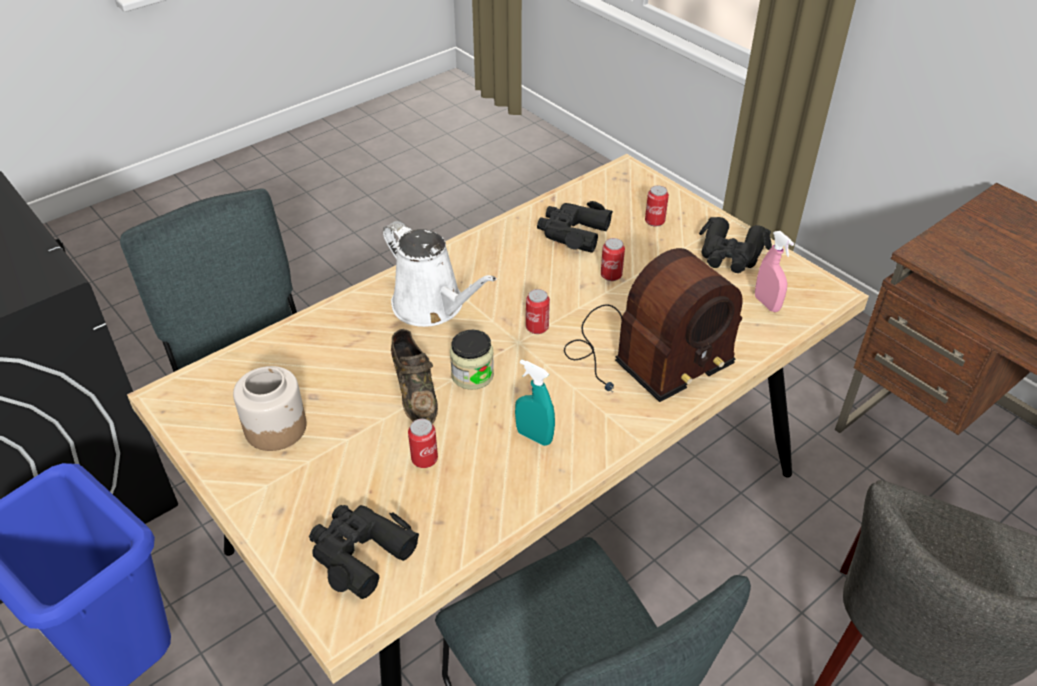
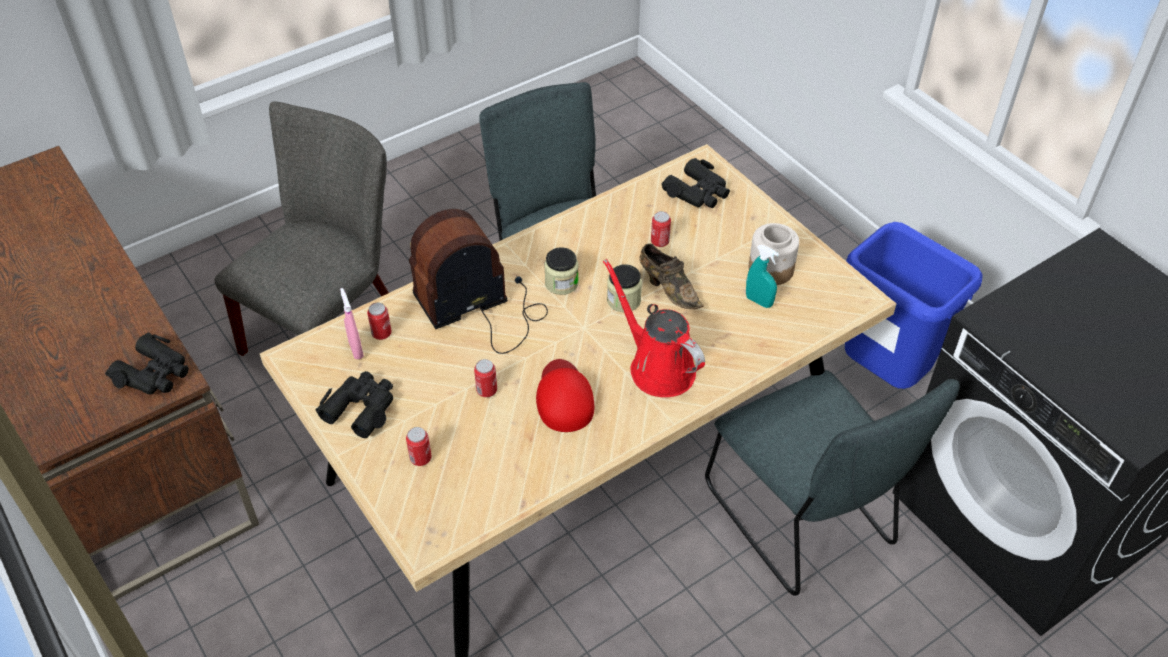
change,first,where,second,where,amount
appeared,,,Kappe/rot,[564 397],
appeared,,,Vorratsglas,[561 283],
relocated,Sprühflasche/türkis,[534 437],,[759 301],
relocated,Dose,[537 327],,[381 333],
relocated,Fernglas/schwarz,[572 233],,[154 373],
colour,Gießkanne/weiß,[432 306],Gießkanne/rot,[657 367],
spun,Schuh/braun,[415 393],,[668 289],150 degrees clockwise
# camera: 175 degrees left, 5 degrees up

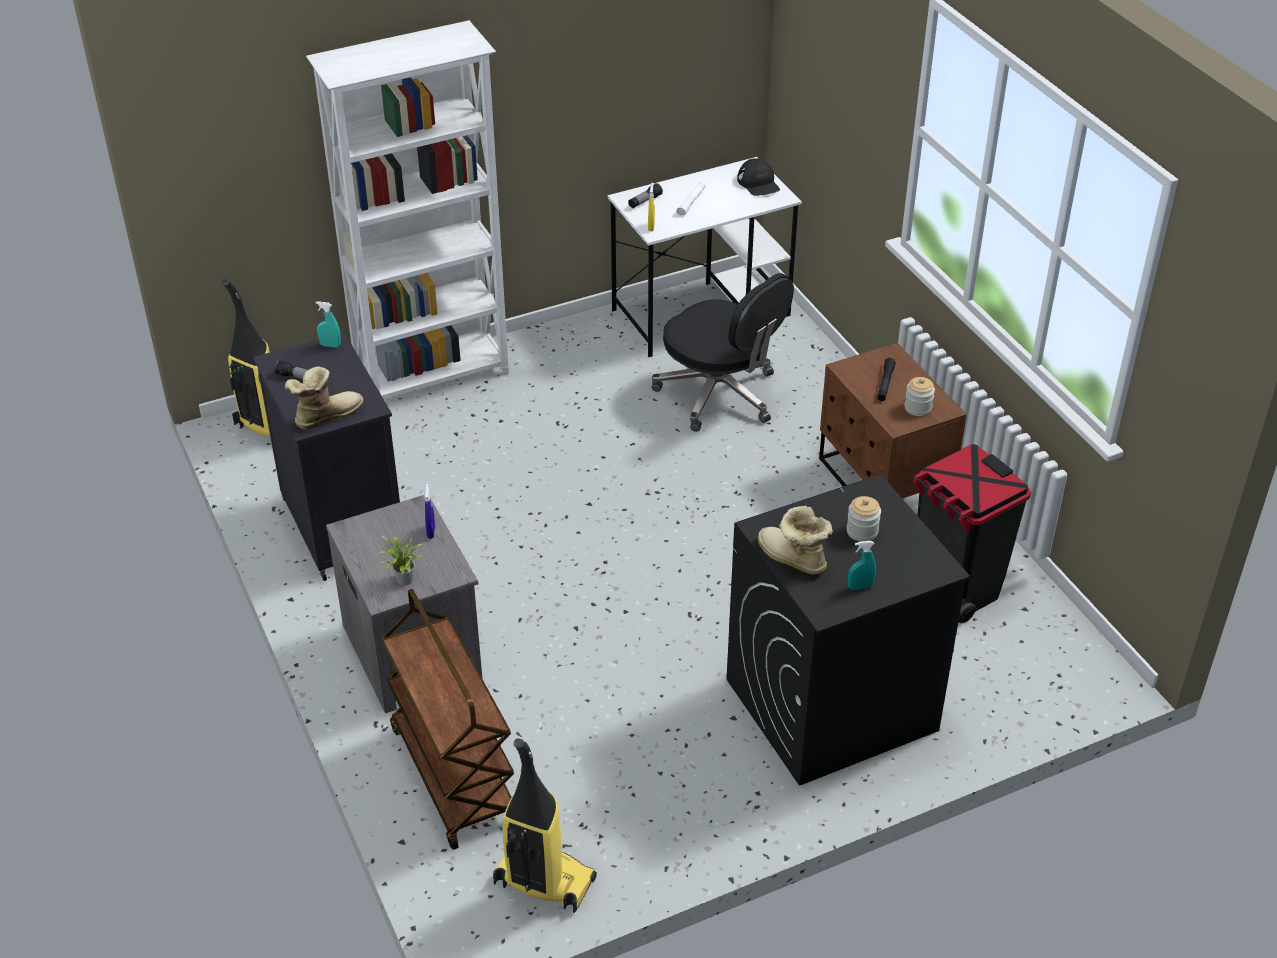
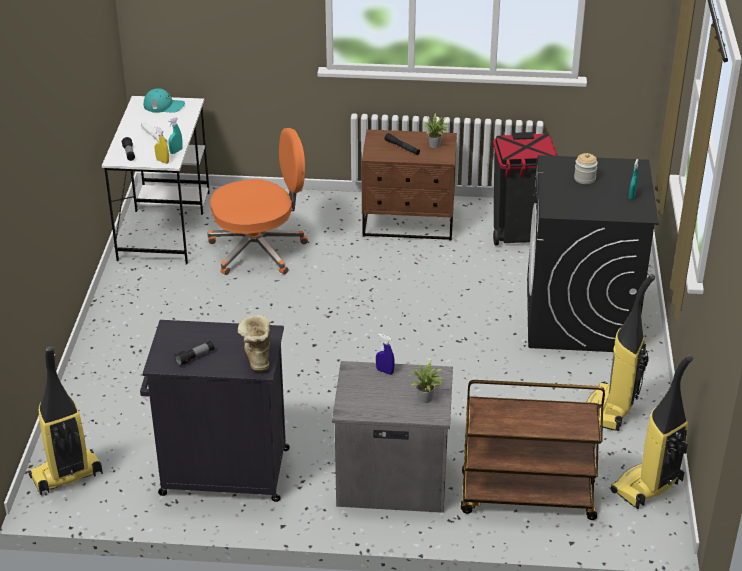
change,first,where,second,where,amount
missing,Bücherregal/weiß,[434 377],,,
missing,Stiefel,[792 559],,,
appeared,,,Staubsauger,[610 410],
relocated,Sprühflasche/türkis,[330 345],,[176 151],
exchanged,Vorratsglas,[918 408],Topfpflanze,[435 145],
colour,Bürostuhl/schwarz,[720 395],Bürostuhl/orange,[259 250],
colour,Kappe/schwarz,[758 183],Kappe/türkis,[164 105],
# camera: 60 degrees left, 5 degrees down

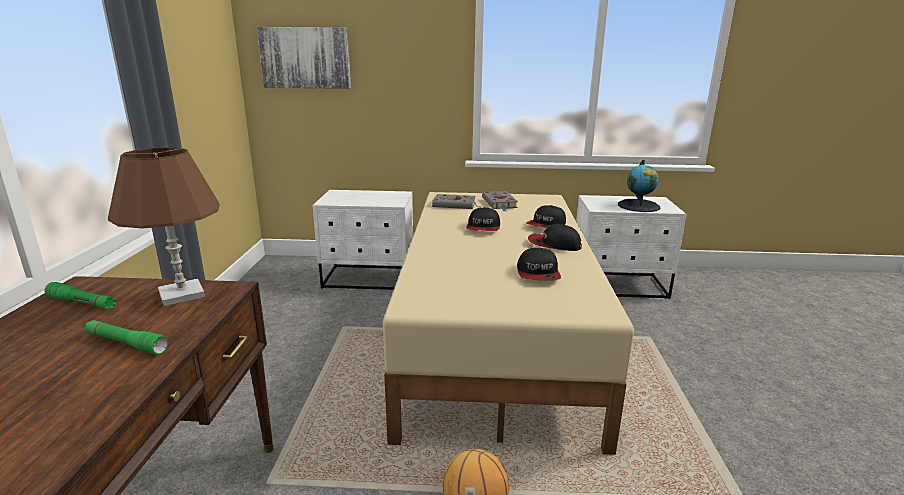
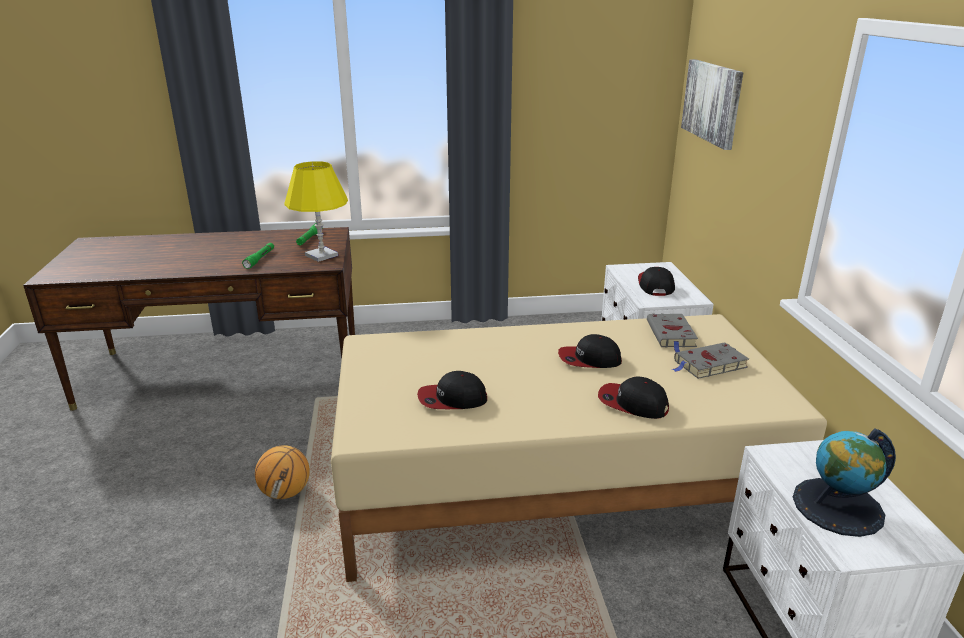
change,first,where,second,where,amount
relocated,Kappe,[554 244],,[655 285],
colour,Tischlampe/braun,[182 294],Tischlampe/gelb,[322 255],
# camera: 80 degrees right, 5 degrees up

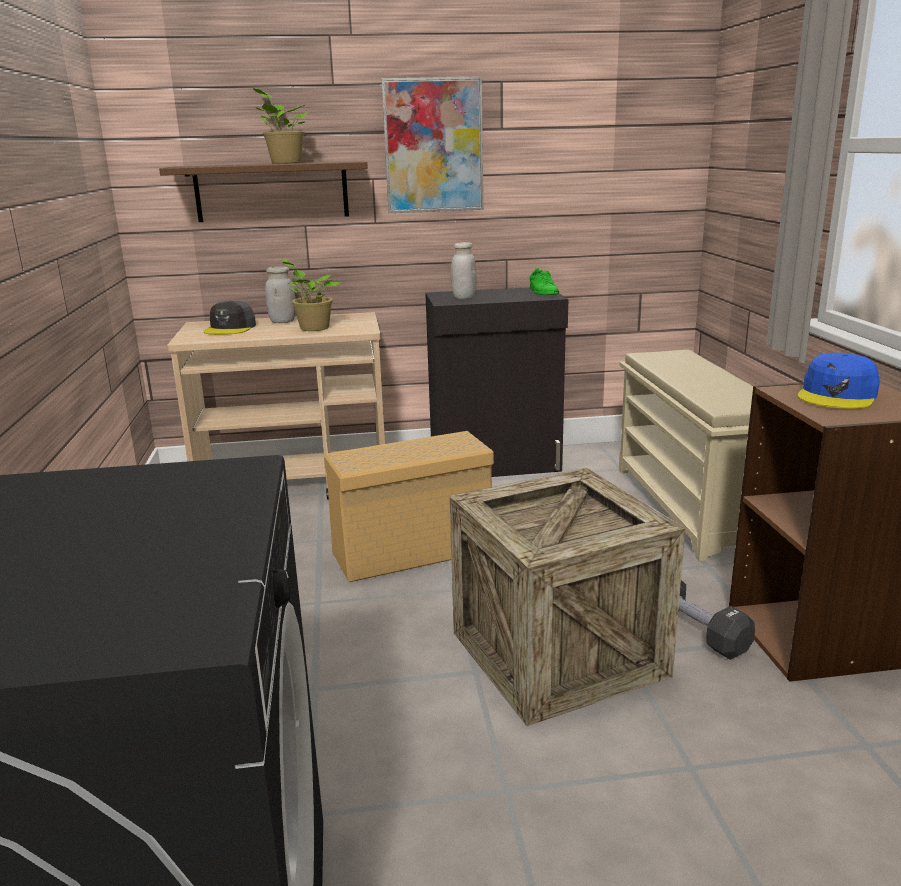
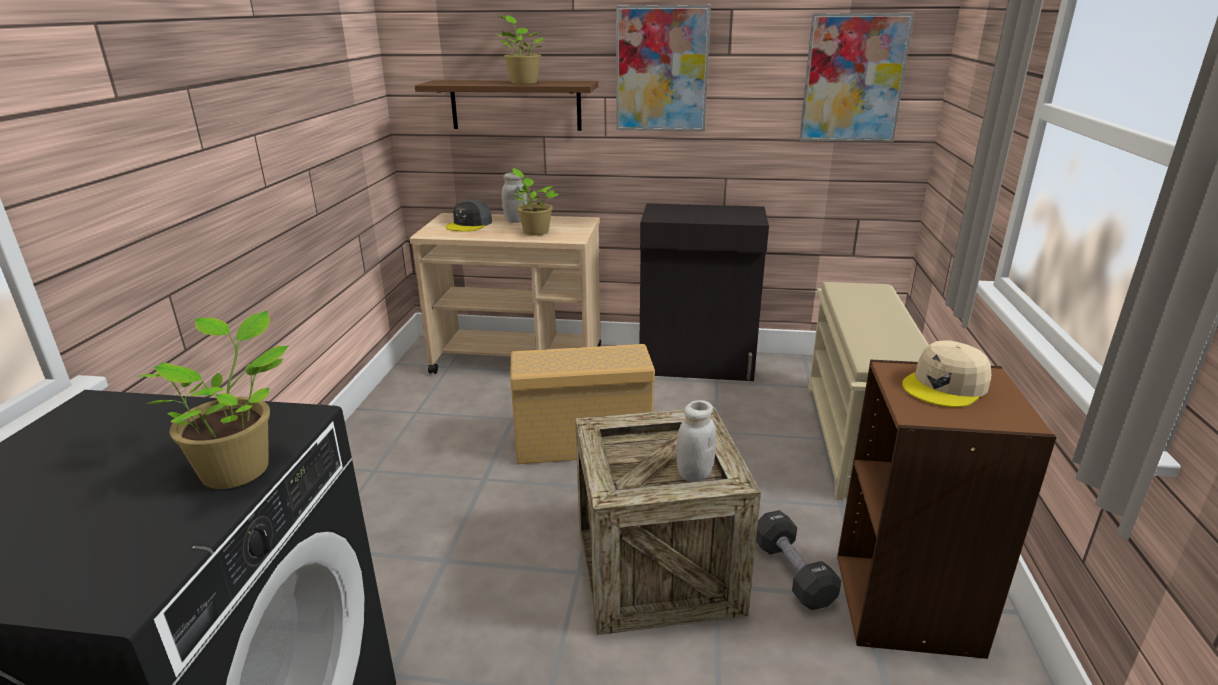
change,first,where,second,where,amount
missing,Schuh/grün,[543 292],,,
appeared,,,Topfpflanze,[240 468],
appeared,,,Bild,[853 79],
relocated,Vorratsglas/weiß,[463 297],,[694 474],
colour,Kappe/blau,[837 395],Kappe/beige,[945 386],
# camera: 15 degrees right, 5 degrees up

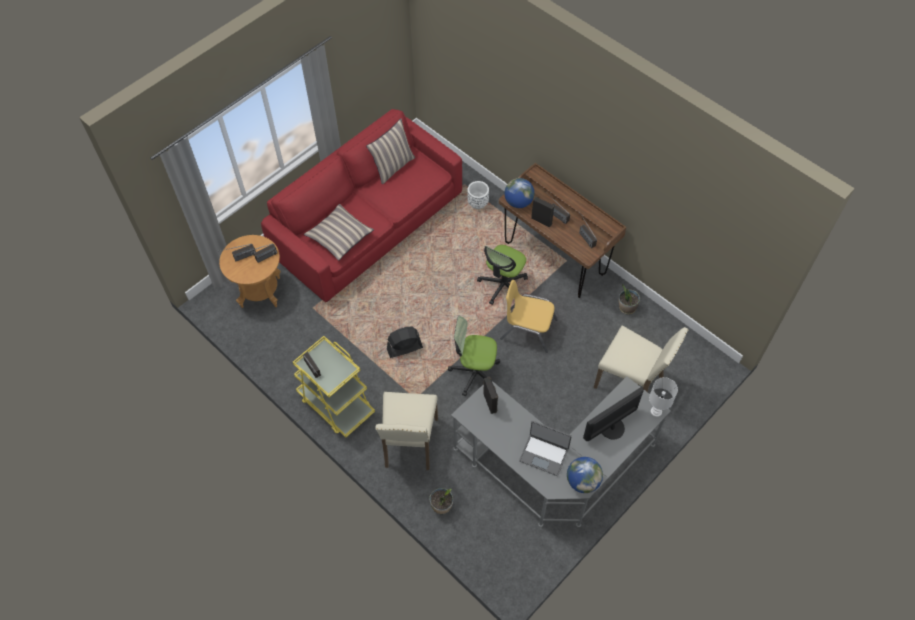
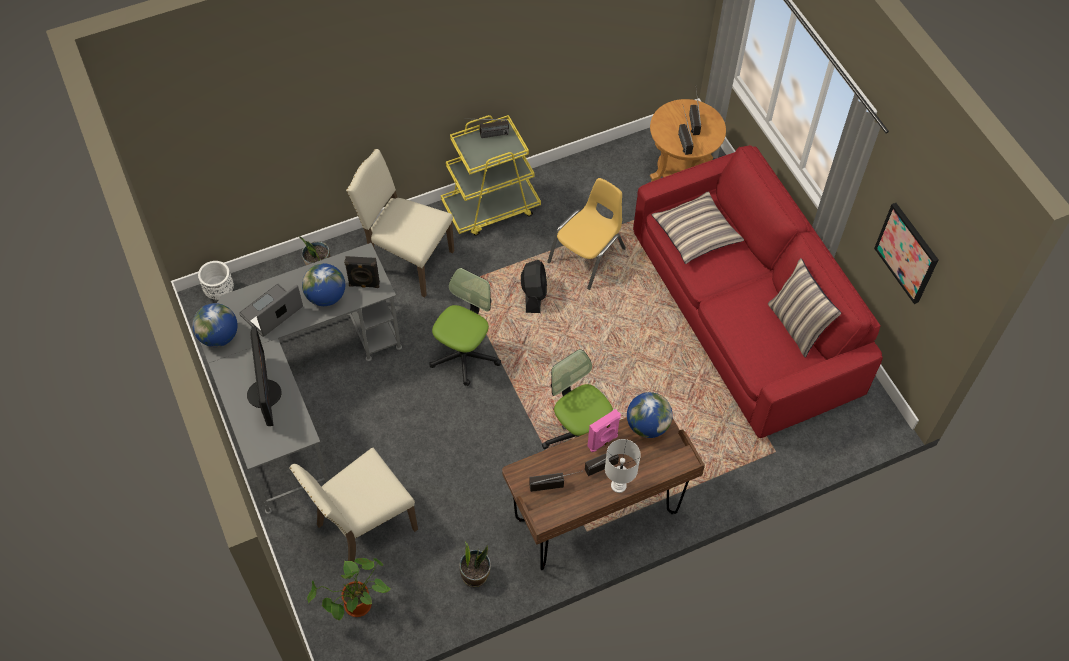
change,first,where,second,where,amount
appeared,,,Globus,[326 296],
appeared,,,Topfpflanze,[356 608],
appeared,,,Bild,[907 252],
relocated,Pflanzkübel/weiß,[478 203],,[219 291],
relocated,Stuhl/gelb,[528 329],,[588 256],
relocated,Tischlampe/weiß,[655 411],,[619 485],
colour,Lautsprecher/schwarz,[542 220],Lautsprecher/rosa,[603 442],
# camera: 110 degrees right, 0 degrees up

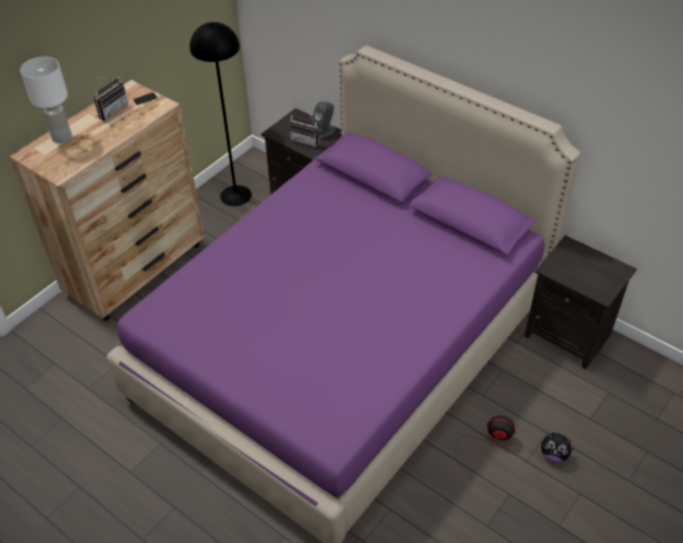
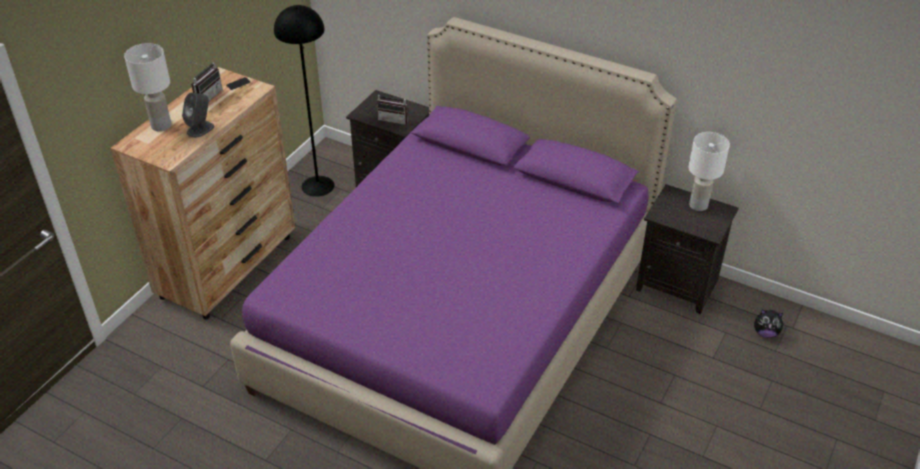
change,first,where,second,where,amount
missing,Ventilator,[487 445],,,
appeared,,,Tischlampe/weiß,[698 206],
relocated,Lautsprecher/grau,[324 131],,[200 129],
relocated,Plüschtier,[554 454],,[765 333],
# camera: 10 degrees left, 5 degrees down

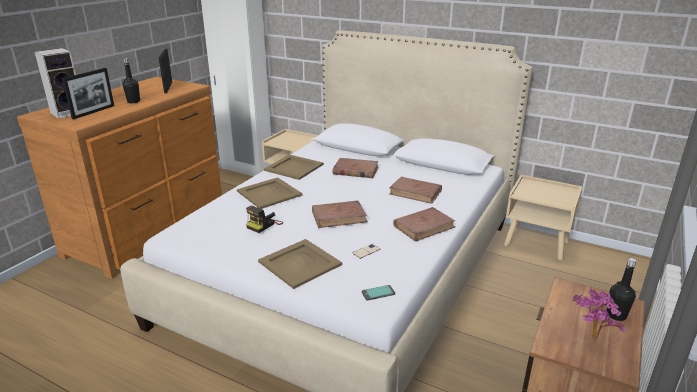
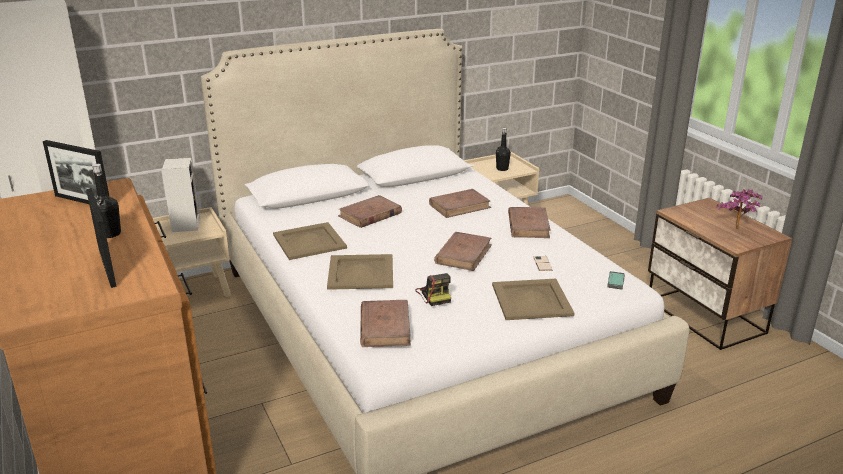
change,first,where,second,where,amount
appeared,,,Buch/braun,[385 327],
relocated,Lautsprecher,[68 112],,[185 225],
relocated,Flasche/schwarz,[616 315],,[502 169],
# camera: 55 degrees left, 0 degrees up

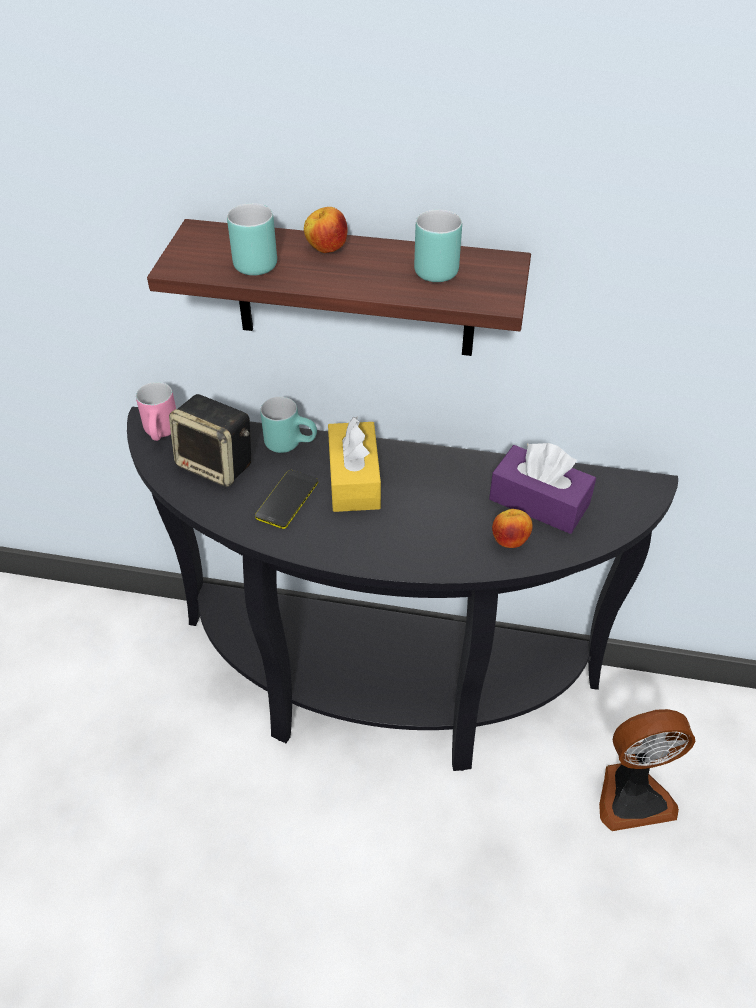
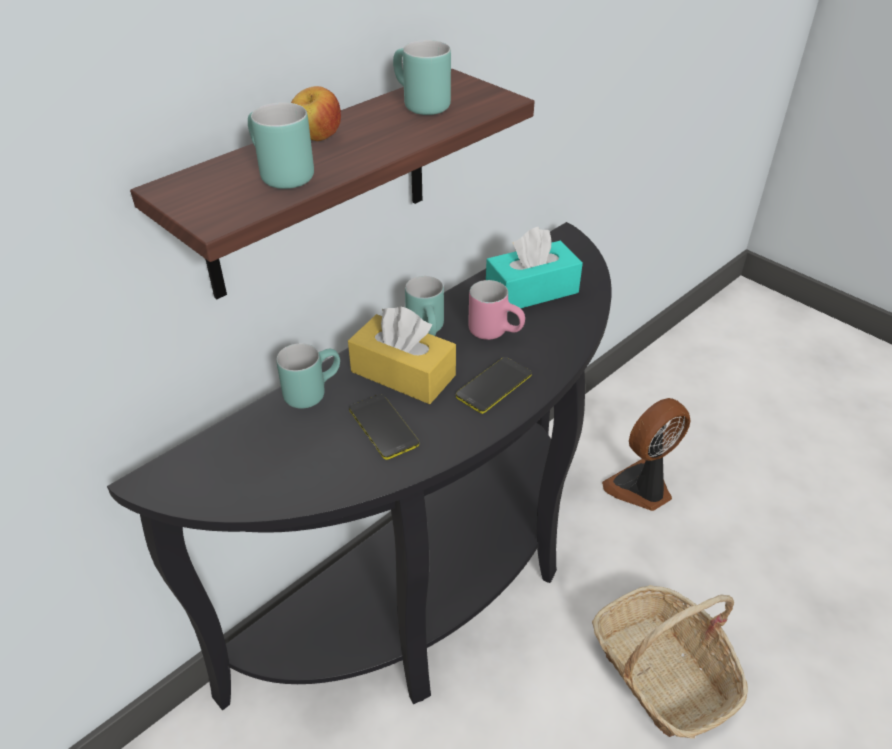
change,first,where,second,where,amount
missing,Lautsprecher,[217 465],,,
missing,Apfel,[509 541],,,
appeared,,,Henkelbecher/türkis,[429 331],
appeared,,,Handy,[494 385],
appeared,,,Korb,[662 673],
relocated,Henkelbecher/rosa,[163 433],,[496 331],
colour,Taschentuchbox/lila,[539 502],Taschentuchbox/türkis,[531 291],
spun,Ventilator,[632 794],,[641 488],150 degrees counterclockwise
# camera: 55 degrees left, 5 degrees down

